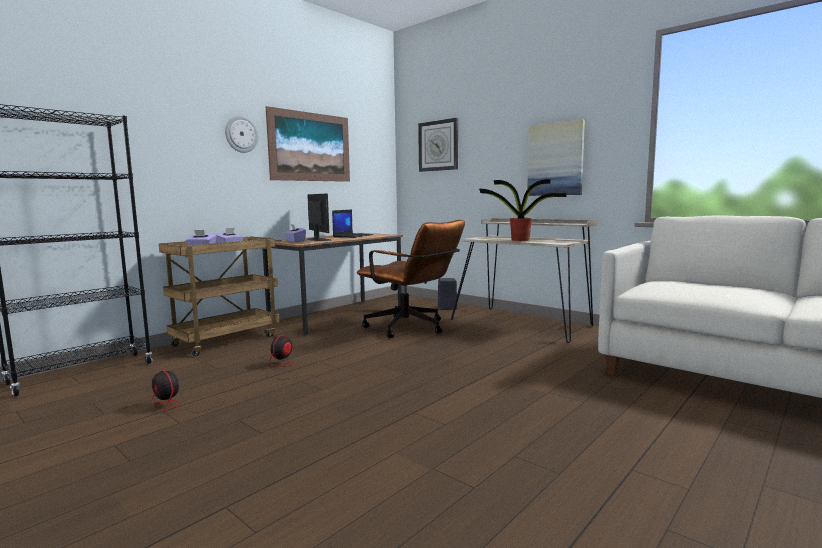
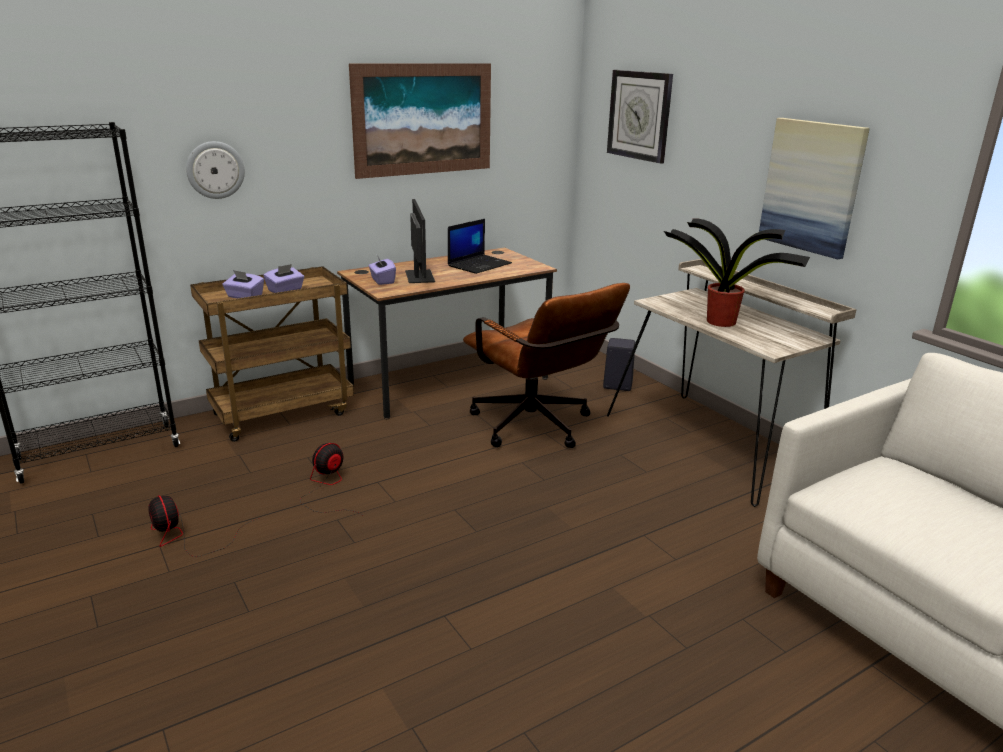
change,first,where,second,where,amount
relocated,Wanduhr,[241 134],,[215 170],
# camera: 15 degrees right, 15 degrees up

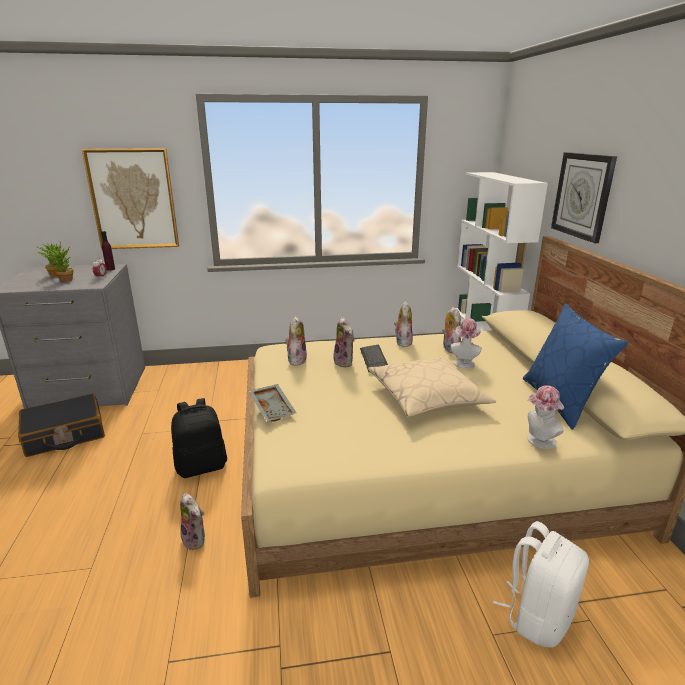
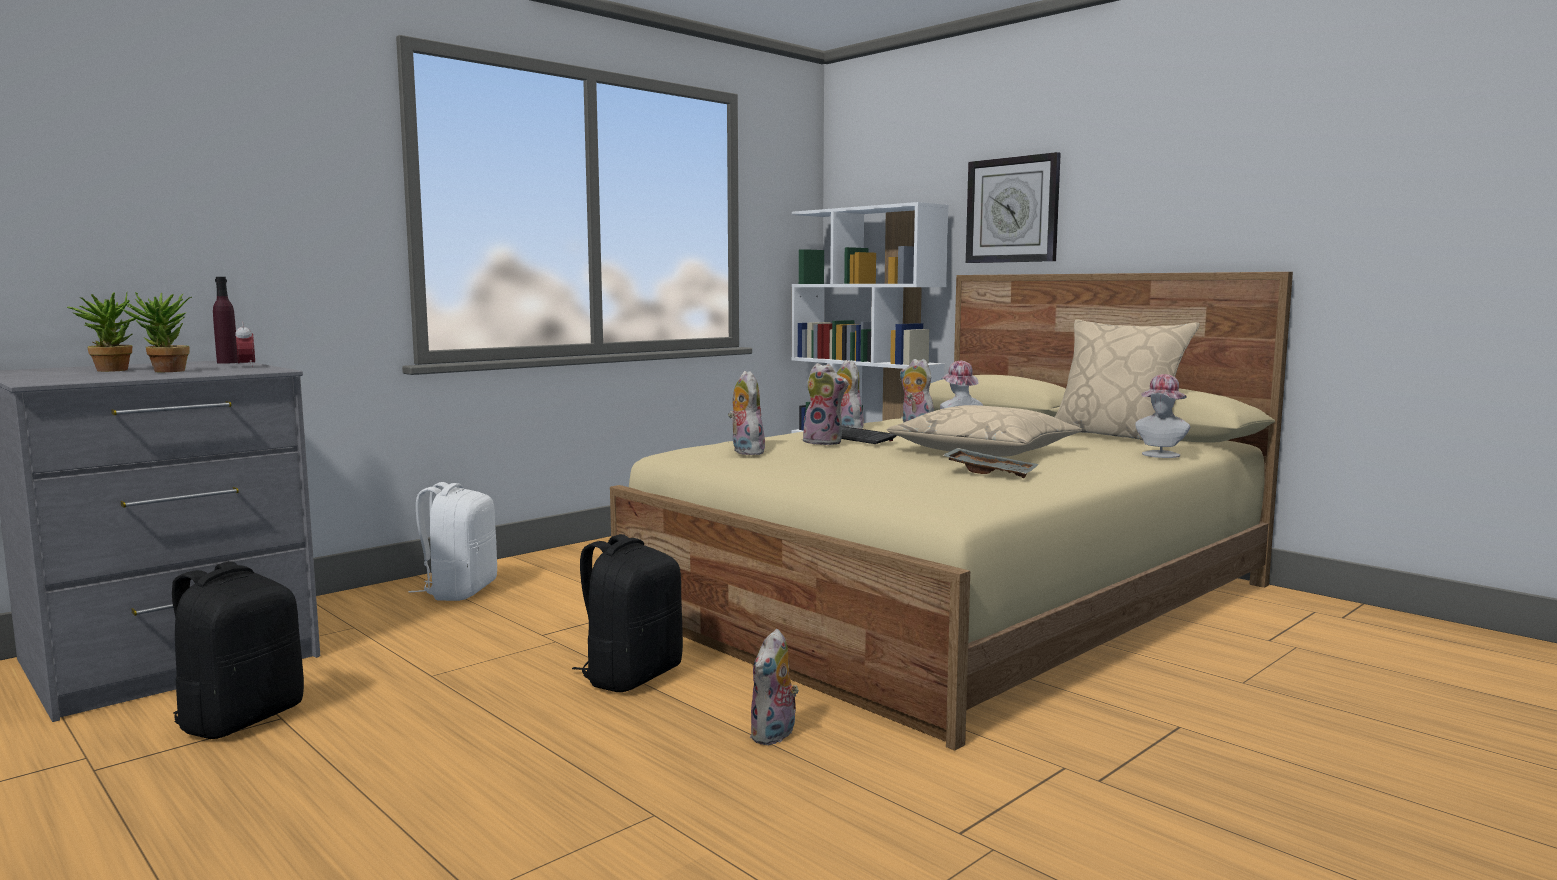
change,first,where,second,where,amount
missing,Bild,[133 199],,,
relocated,Tablett/grau,[273 408],,[990 472],
relocated,Rucksack/weiß,[537 616],,[459 591],
exchanged,Koffer/schwarz,[64 434],Rucksack/schwarz,[241 719],
colour,Kissen/blau,[561 401],Kissen/beige,[1116 437],
spun,Plüschtier,[196 540],,[774 736],105 degrees clockwise
# camera: 35 degrees left, 15 degrees down

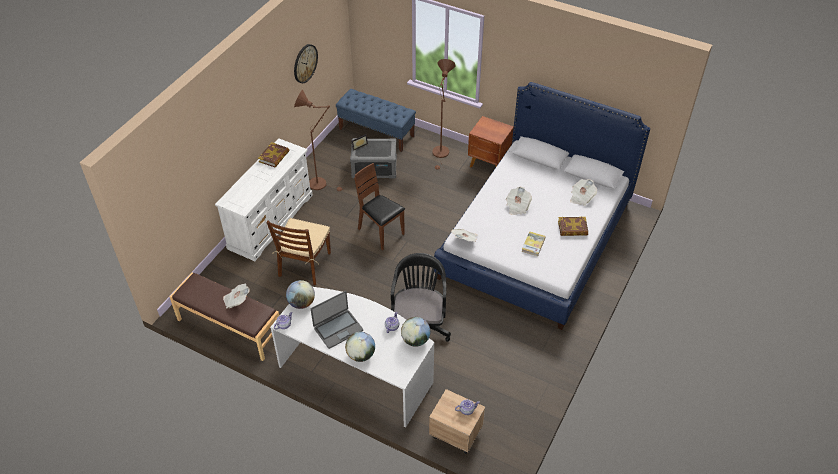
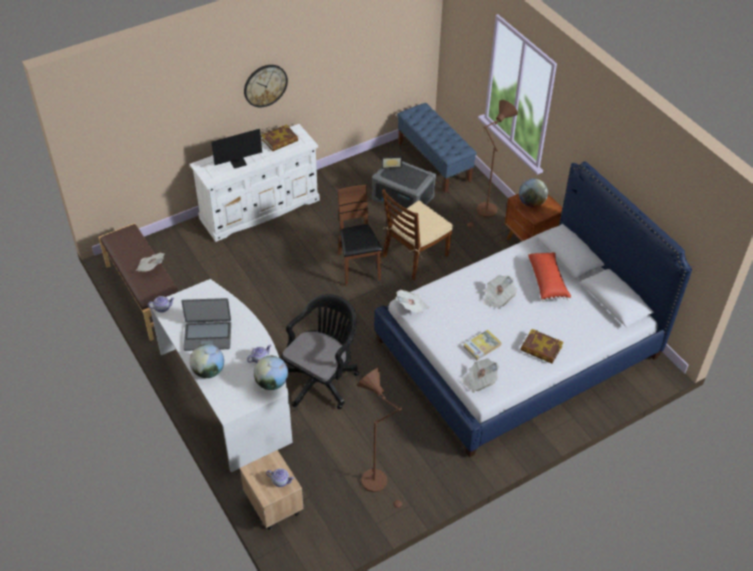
change,first,where,second,where,amount
appeared,,,Monitor,[241 162],
appeared,,,Kissen/rot,[547 281],
relocated,Stuhl/braun,[304 265],,[415 256],
relocated,Globus,[301 303],,[531 203],
relocated,Wanduhr,[305 63],,[265 85],
relocated,Stehlampe/braun,[321 184],,[378 483],
relocated,Zeitung,[581 197],,[479 381],
# camera: 30 degrees right, 0 degrees up

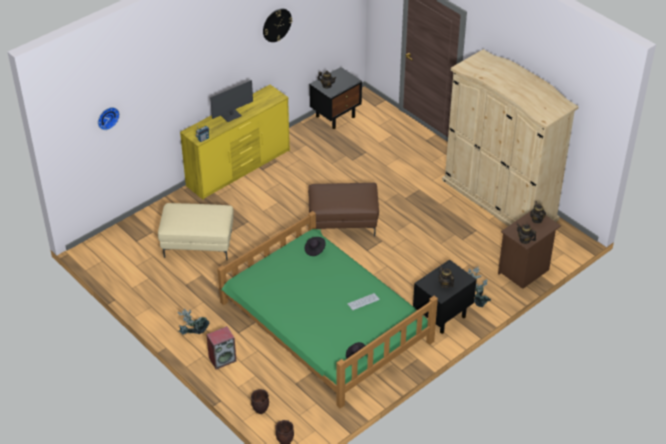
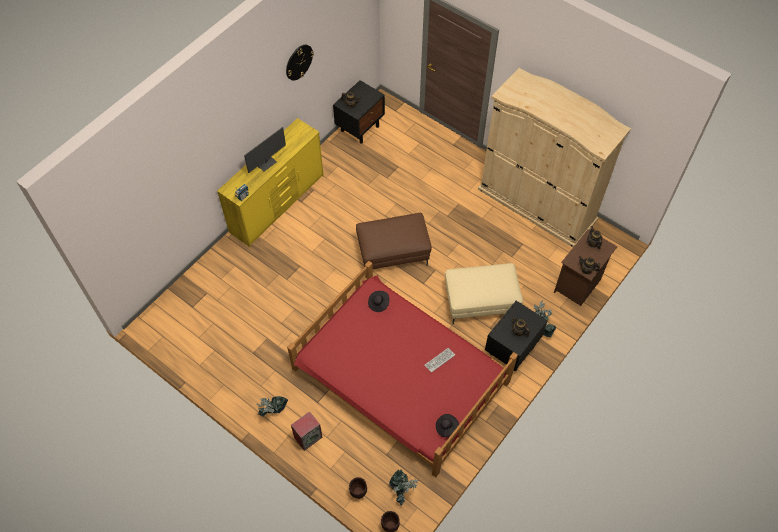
change,first,where,second,where,amount
missing,Wanduhr,[107 117],,,
appeared,,,Topfpflanze,[401 491],
relocated,Polsterhocker/beige,[198 245],,[480 303],
colour,Bett/grün,[324 321],Bett/rot,[399 375],
# camera: 10 degrees left, 15 degrees up

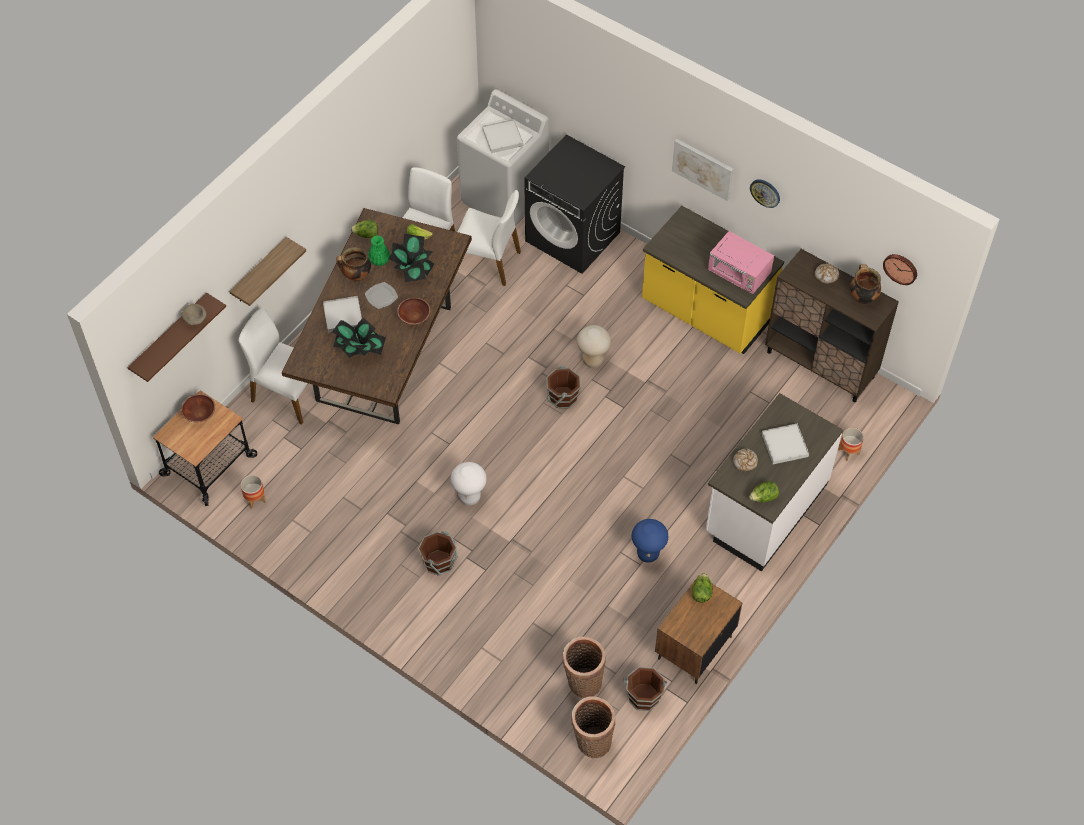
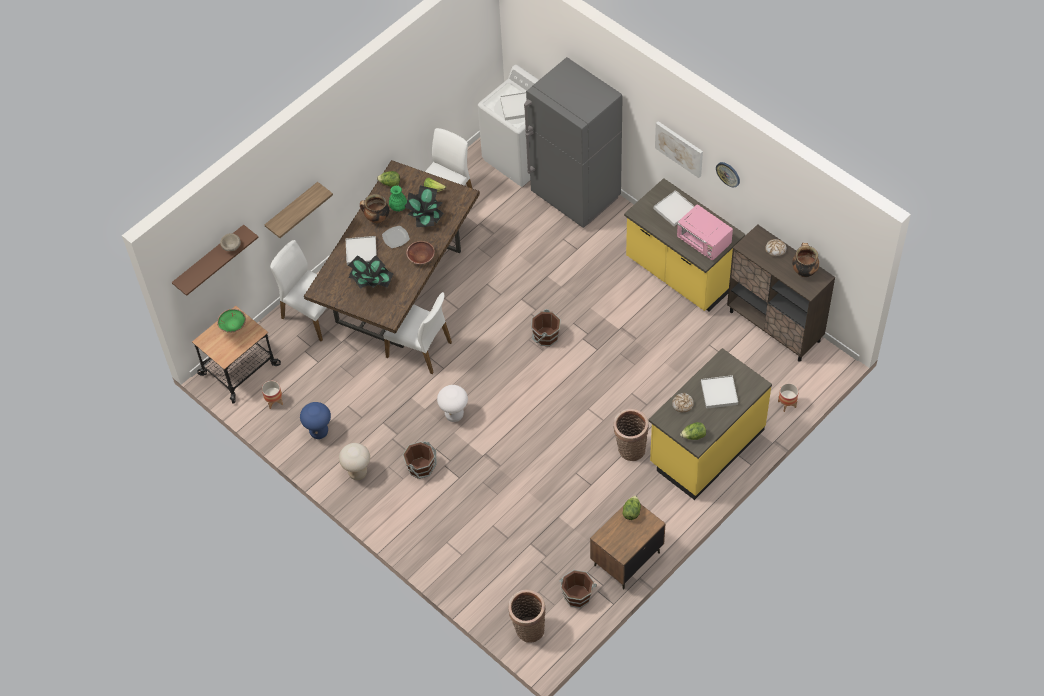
change,first,where,second,where,amount
missing,Wanduhr,[901 268],,,
appeared,,,Tablett/weiß,[674 209],
relocated,Stuhl/weiß,[487 262],,[420 349],
relocated,Korb,[582 681],,[630 448],
relocated,Hocker/beige,[593 360],,[358 473],
relocated,Hocker/blau,[648 554],,[319 432],
exchanged,Waschmaschine/schwarz,[573 237],Kühlschrank/grau,[575 197],
colour,Schüssel/braun,[200 413],Schüssel/grün,[233 325],
colour,Küchenzeile/weiß,[765 508],Küchenzeile/gelb,[706 447],
# camera: 10 degrees right, 0 degrees up

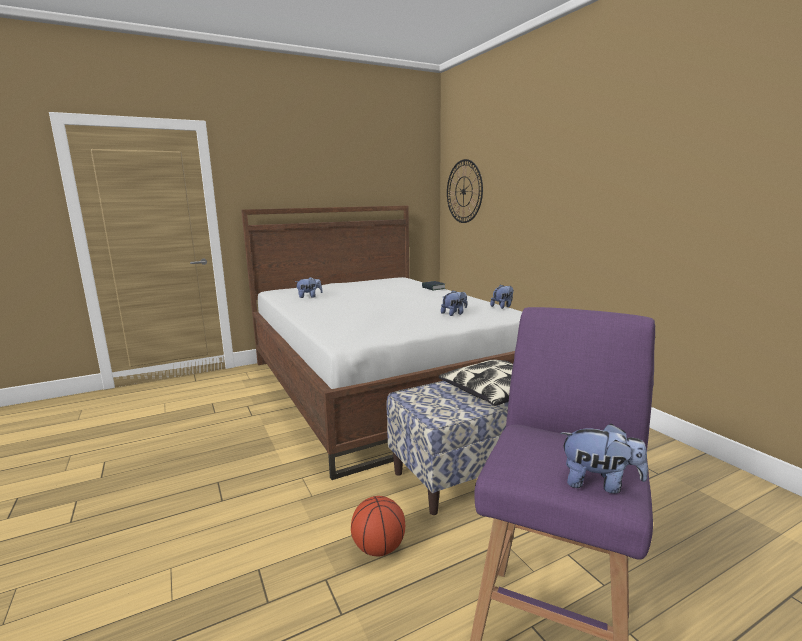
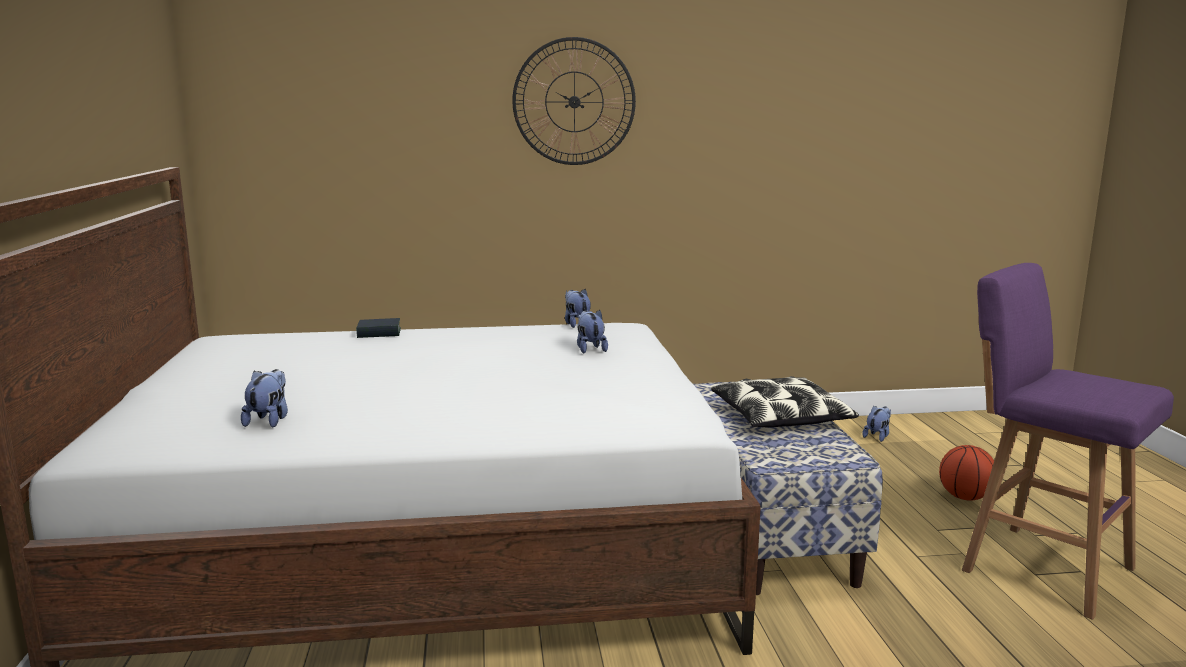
change,first,where,second,where,amount
relocated,Basketball,[378 548],,[964 497],
relocated,Wanduhr,[464 191],,[574 102],
relocated,Plüschtier,[599 483],,[877 436],
# camera: 70 degrees left, 0 degrees up

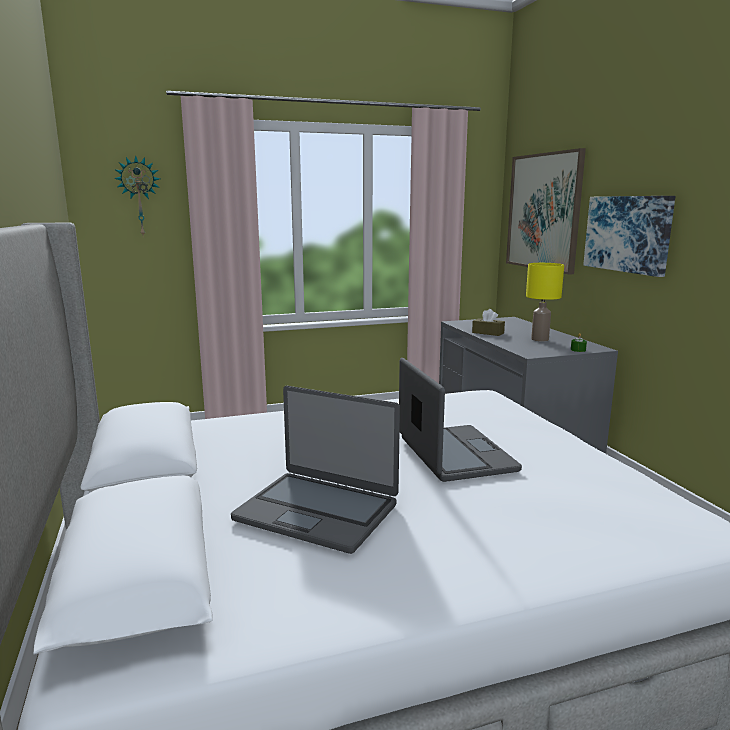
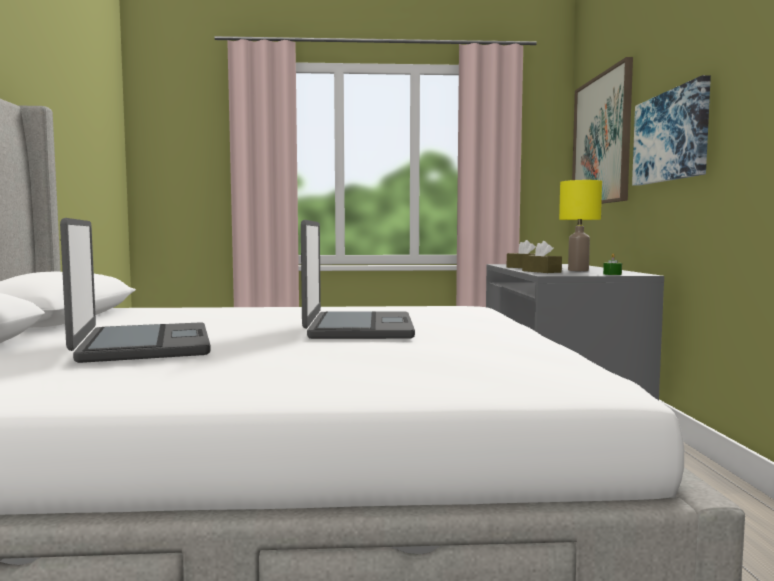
change,first,where,second,where,amount
missing,Wanduhr,[139 197],,,
appeared,,,Taschentuchbox/braun,[541 271],
spun,Laptop,[317 511],,[143 345],150 degrees counterclockwise
# camera: 15 degrees right, 10 degrees down

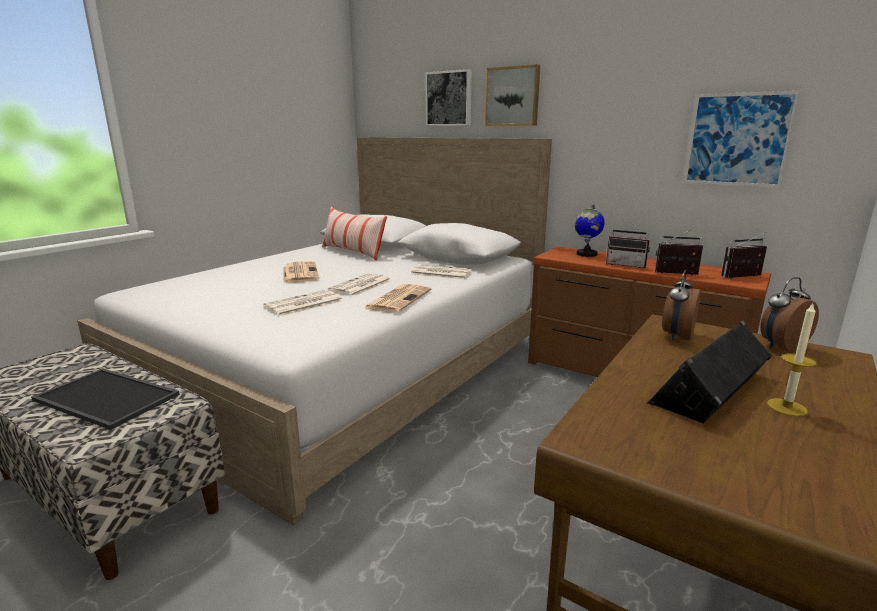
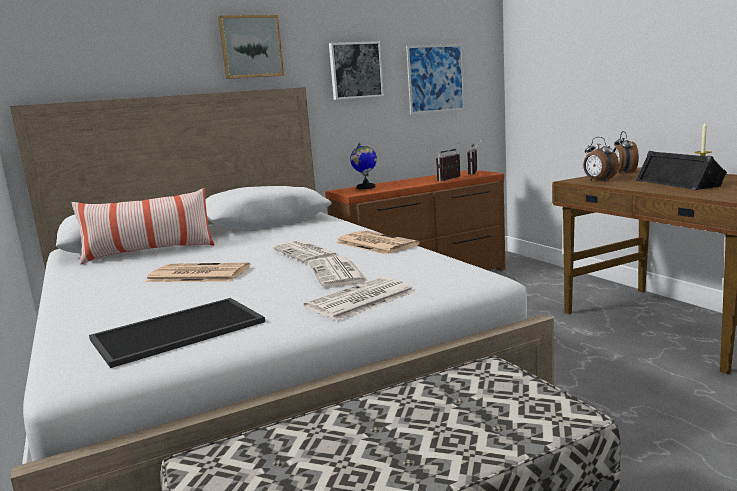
change,first,where,second,where,amount
missing,Radio,[627 265],,,
relocated,Tablett,[103 398],,[177 332],
relocated,Zeitung,[440 273],,[360 300],
relocated,Bild,[449 99],,[355 70],
# camera: 60 degrees left, 5 degrees down

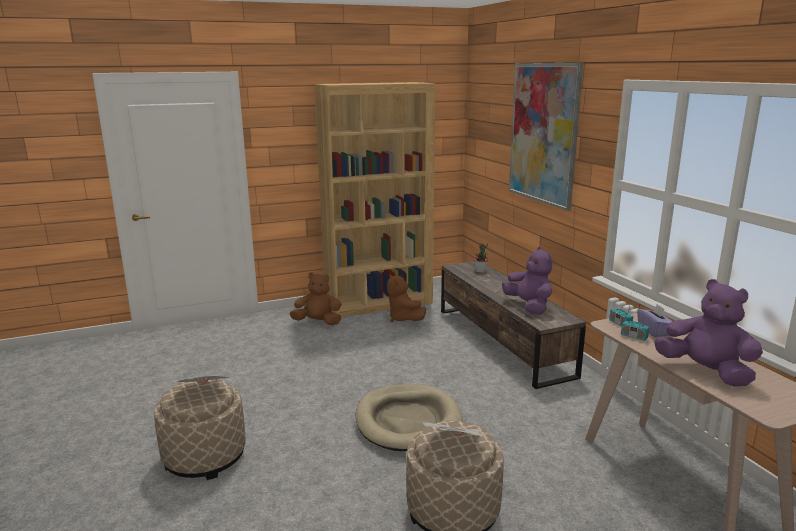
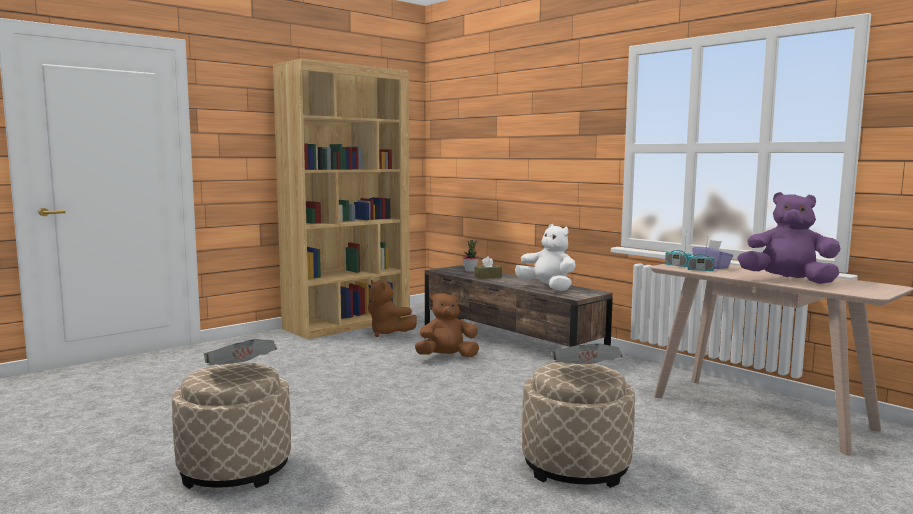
change,first,where,second,where,amount
missing,Hundebett/beige,[408 421],,,
missing,Bild,[543 133],,,
appeared,,,Taschentuchbox/braun,[488 277],
relocated,Plüschtier/braun,[318 322],,[447 357],
colour,Plüschtier/lila,[529 306],Plüschtier/weiß,[547 288],
# camera: 20 degrees left, 10 degrees down

